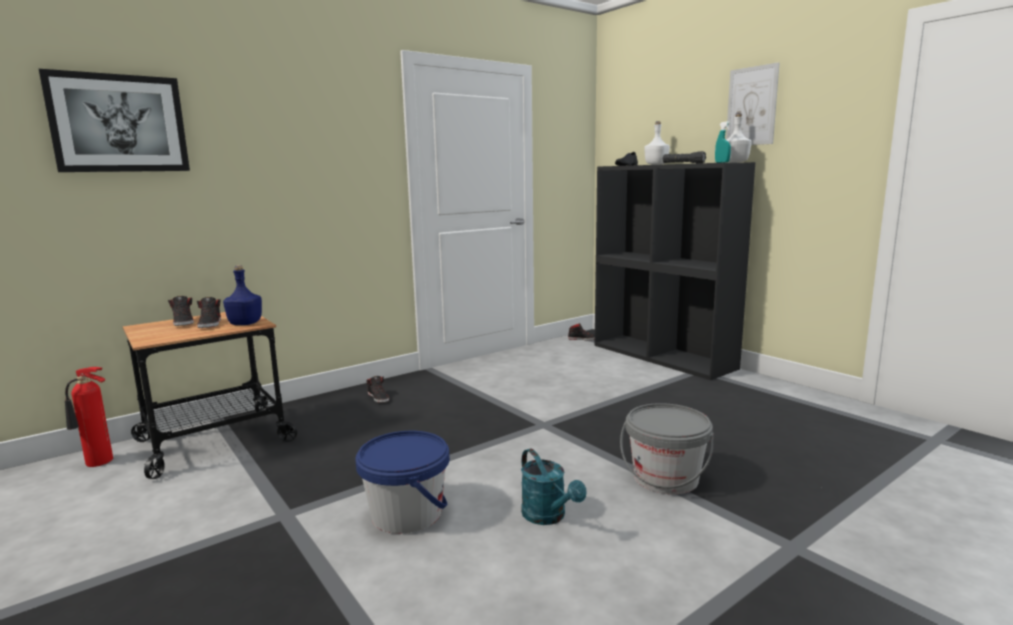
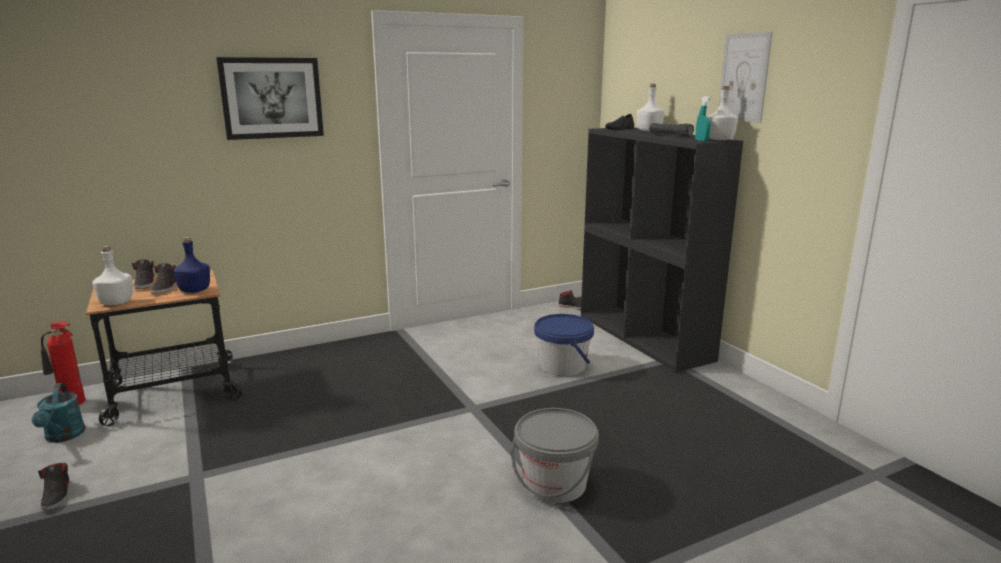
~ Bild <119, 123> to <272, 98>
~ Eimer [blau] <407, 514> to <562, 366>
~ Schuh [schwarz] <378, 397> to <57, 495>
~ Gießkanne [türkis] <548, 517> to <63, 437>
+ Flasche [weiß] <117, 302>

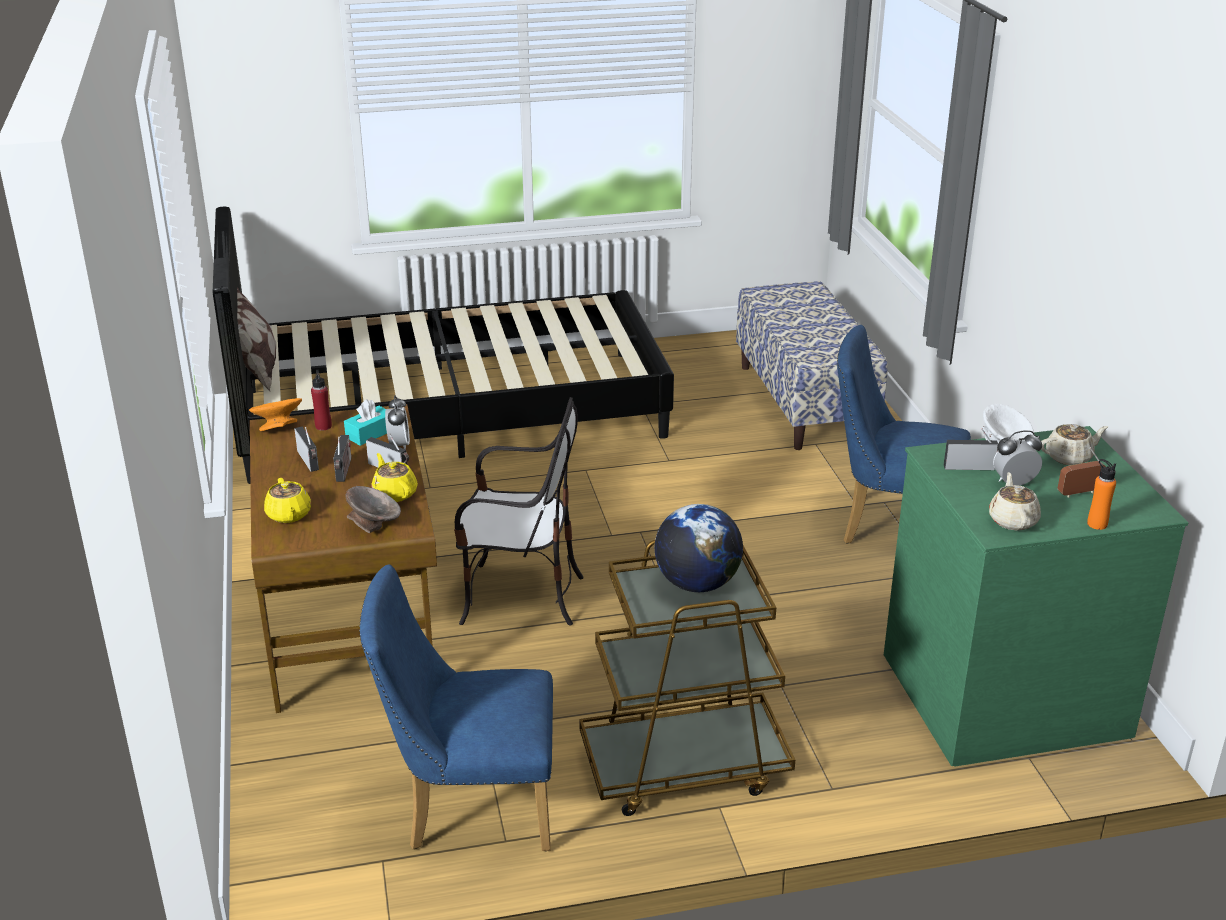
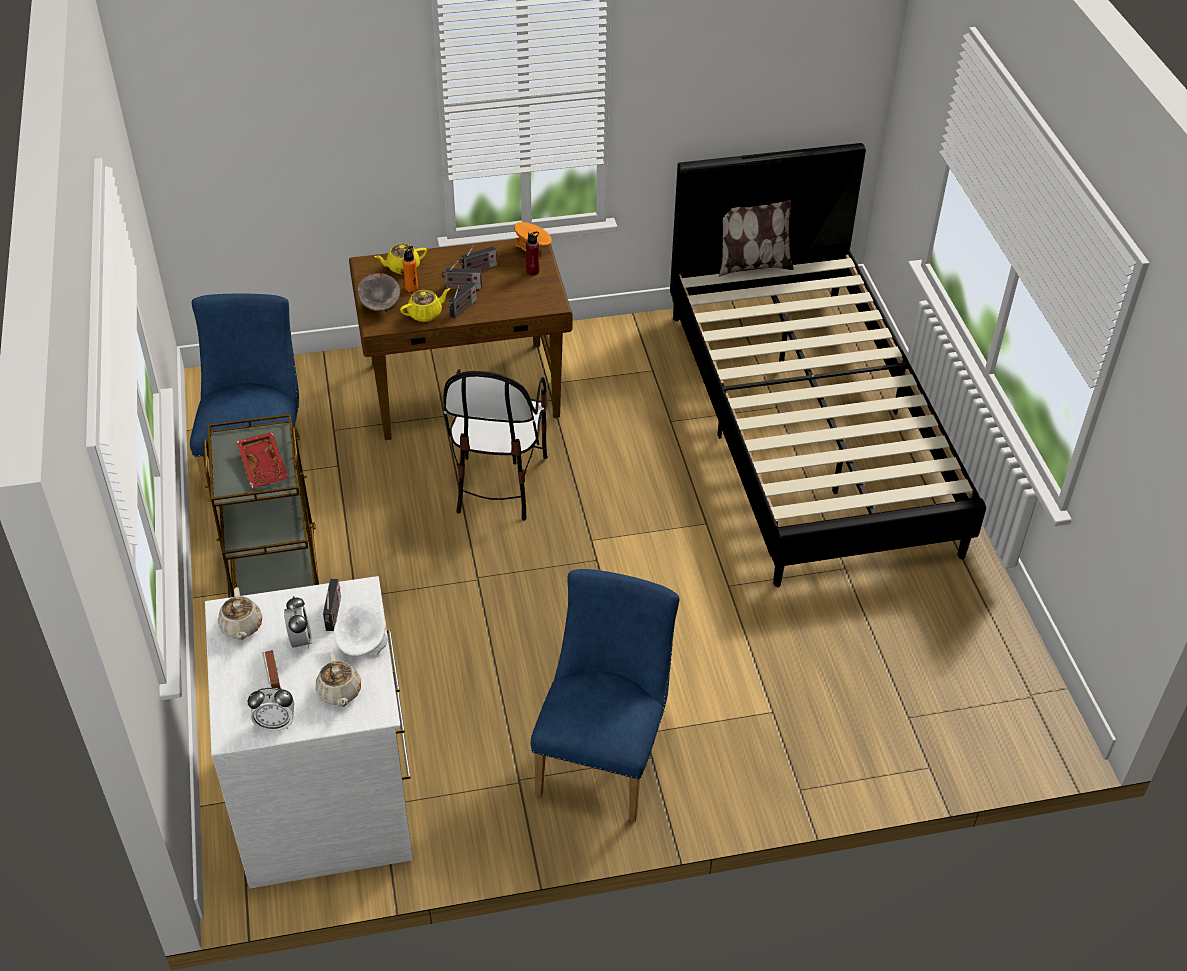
- Taschentuchbox [türkis] <370, 433>
~ Wecker <399, 445> to <275, 724>
~ Globus <697, 584> to Tablett [rot] <264, 466>
- Bank <804, 402>
~ Kommode [grün] <1002, 692> to Kommode [weiß] <328, 799>
~ Teekanne [beige] <1012, 520> = <241, 627> 75 degrees clockwise
~ Flasche [orange] <1097, 524> to <411, 288>

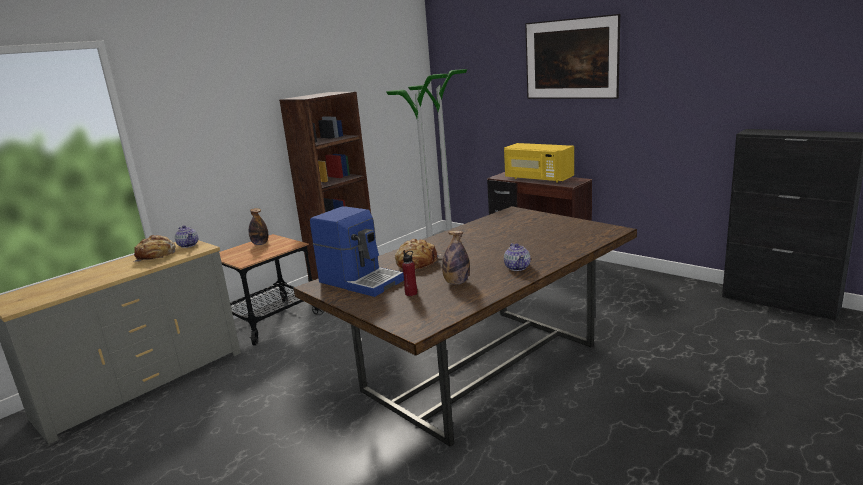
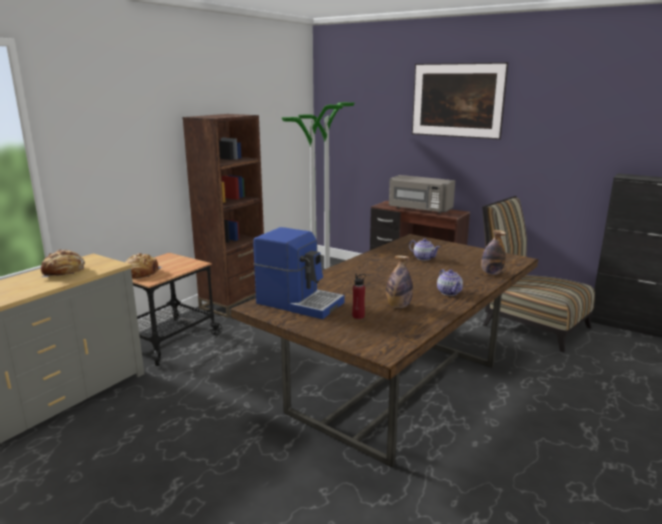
~ Teekanne <188, 245> to <423, 258>
~ Flasche <260, 244> to <491, 273>
~ Brot <416, 262> to <141, 273>
~ Mikrowelle [gelb] <537, 179> to Mikrowelle [grau] <419, 209>
+ Stuhl <529, 324>

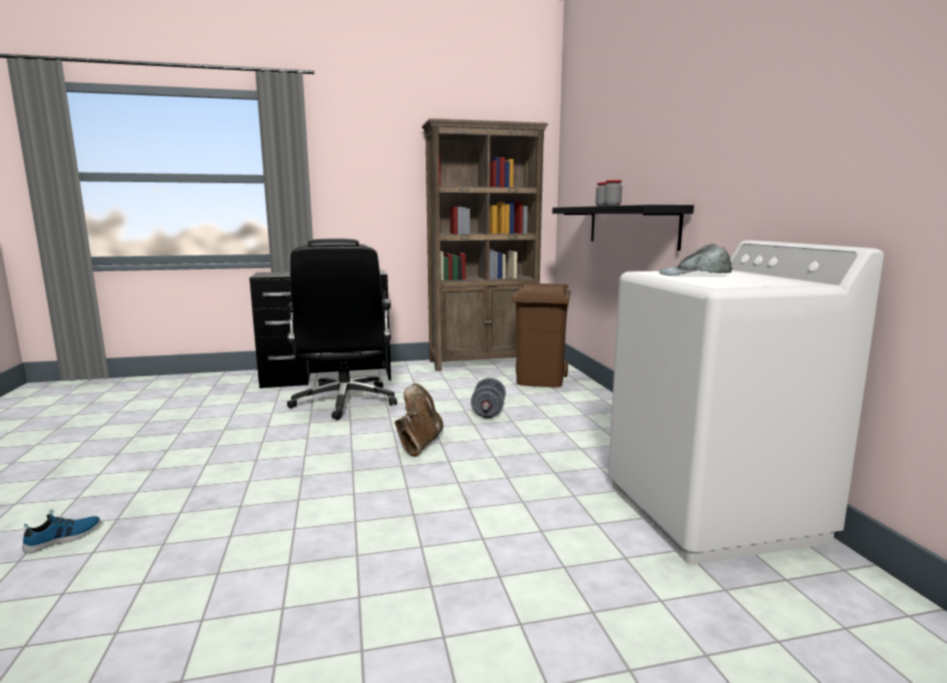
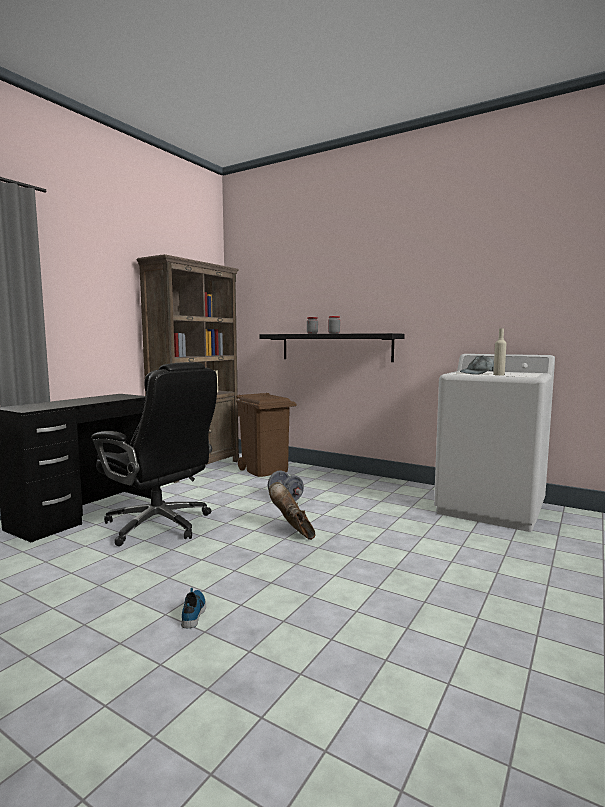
~ Schuh <63, 538> to <194, 612>
+ Flasche [beige] <498, 374>

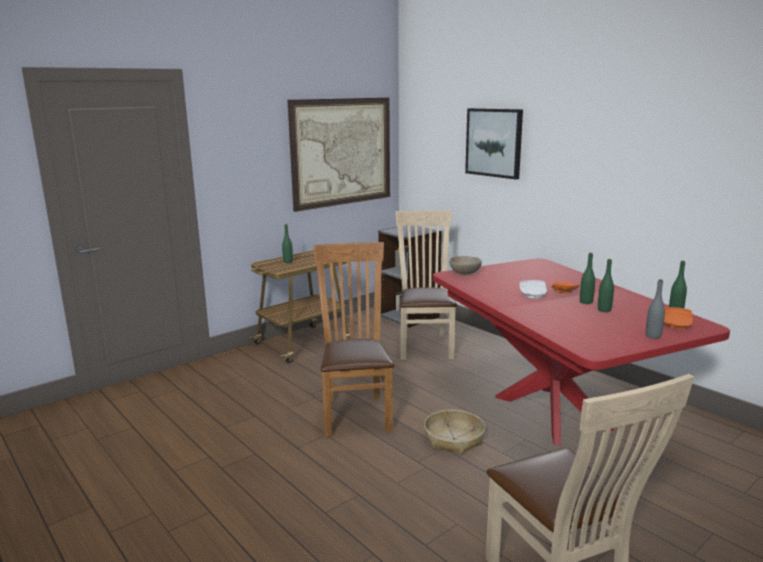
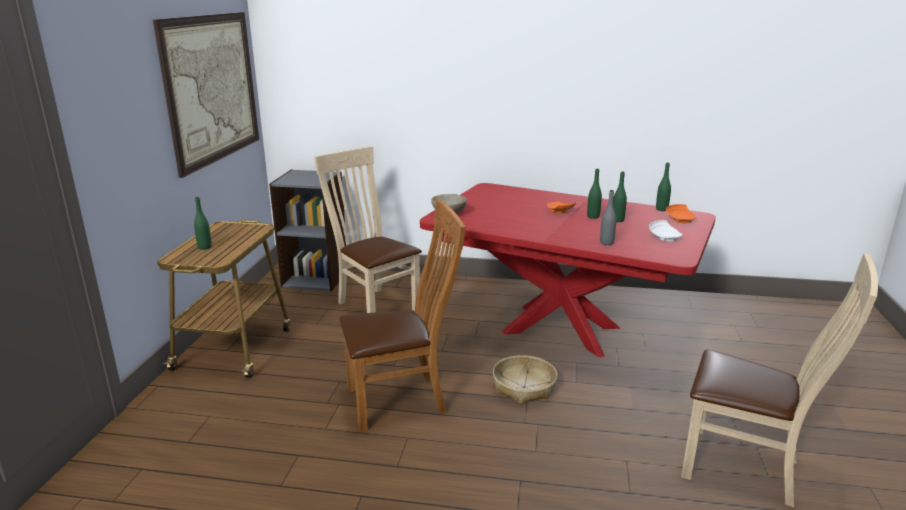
~ Stuhl [braun] <355, 411> = <402, 400> 120 degrees clockwise
- Bild <494, 142>
~ Teller [weiß] <533, 295> to <665, 237>
~ Flasche [grau] <653, 336> to <606, 243>

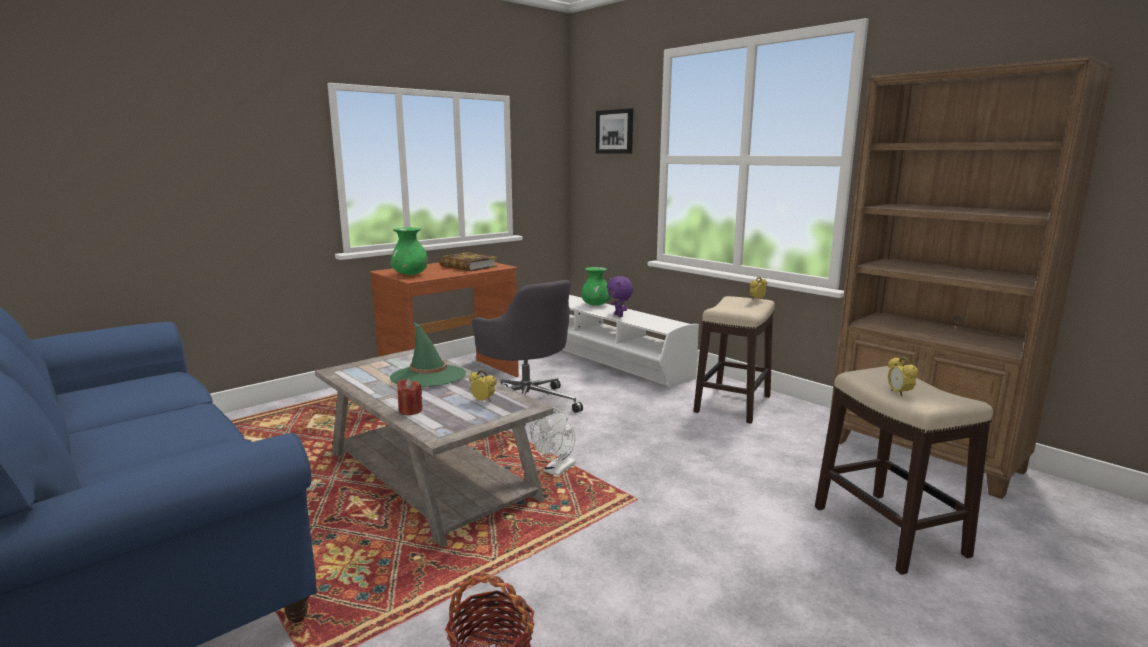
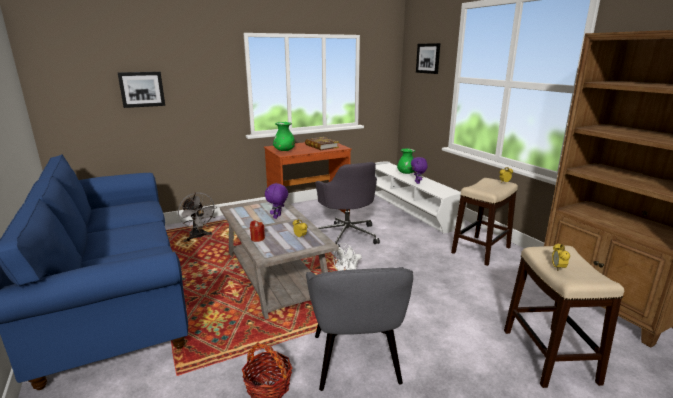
~ Hut [grün] <428, 376> to Plüschtier [lila] <277, 217>
+ Bild <142, 89>
+ Ventilator [grau] <199, 237>
+ Sessel [grau] <355, 360>

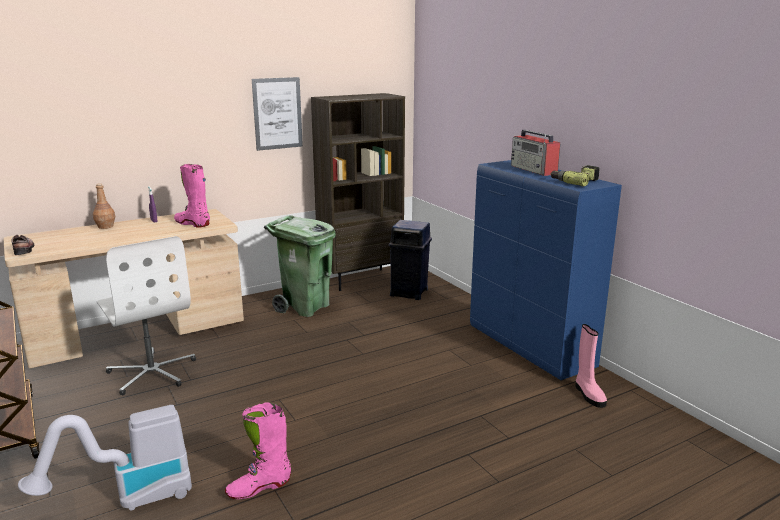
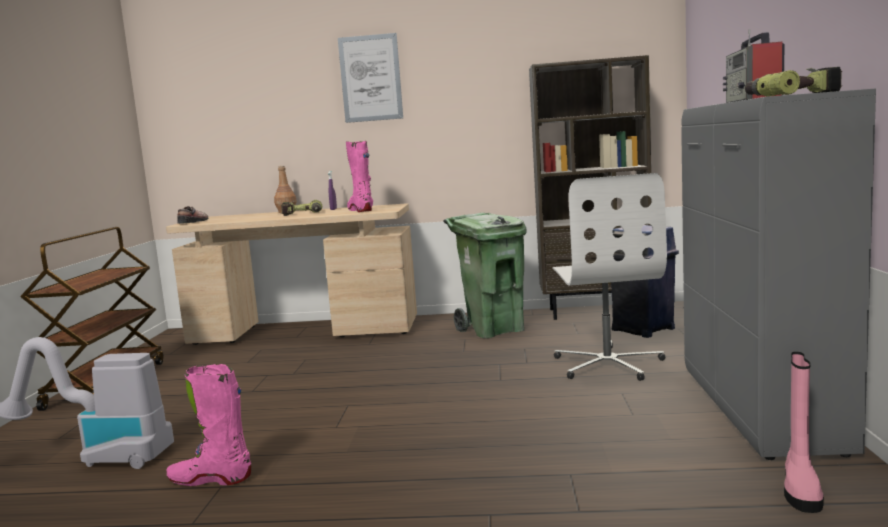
~ Bürostuhl [weiß] <152, 372> to <608, 364>
~ Bild <277, 113> to <370, 78>
~ Schrank [blau] <530, 348> to Schrank [grau] <761, 411>
+ Bohrmaschine <302, 214>

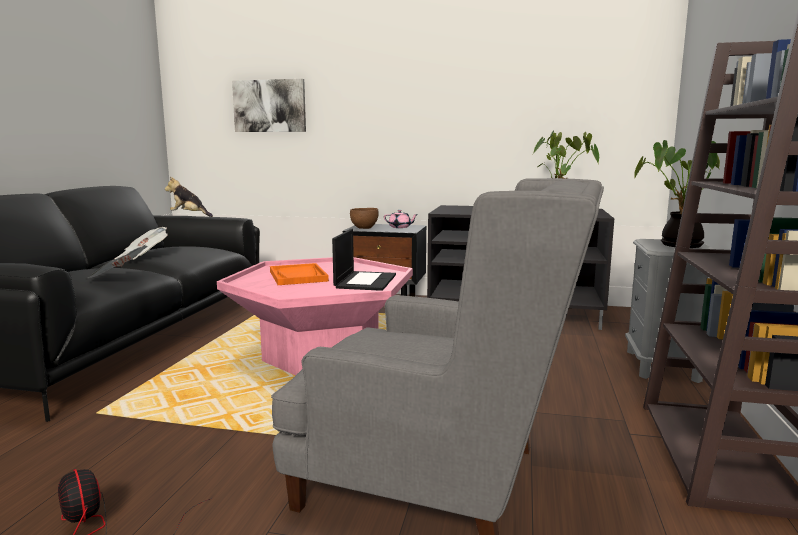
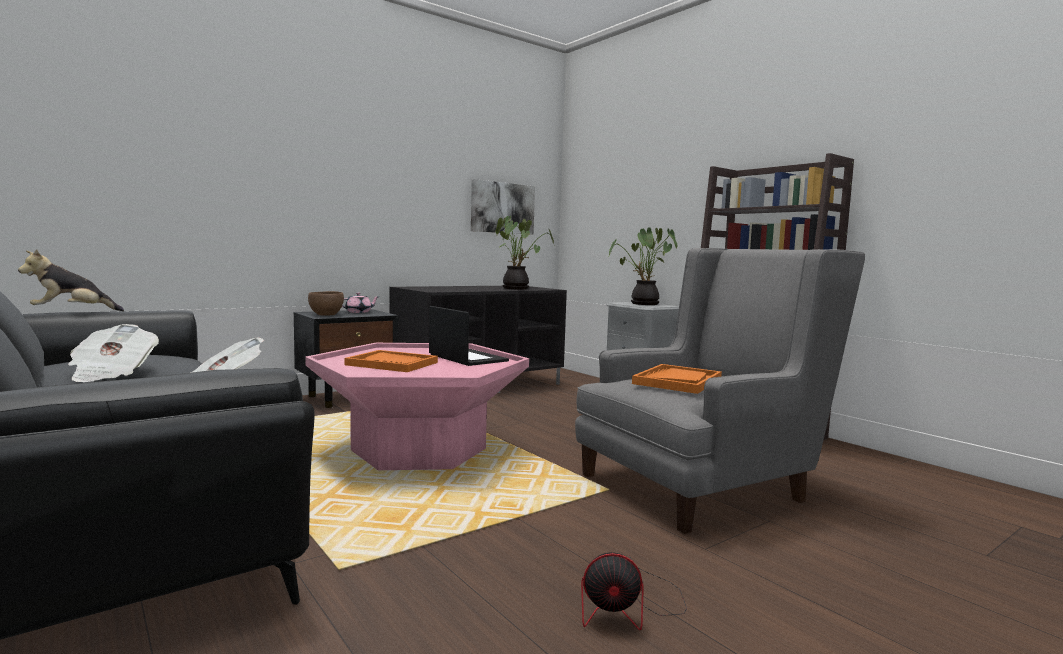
~ Bild <269, 106> to <502, 208>
+ Tablett [orange] <677, 381>

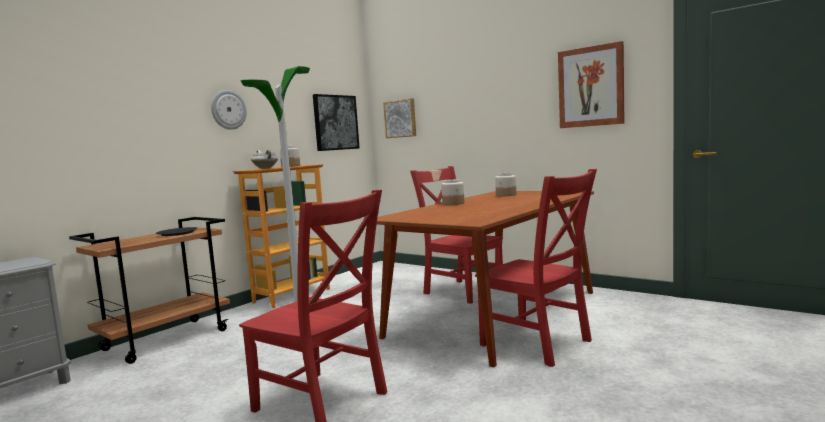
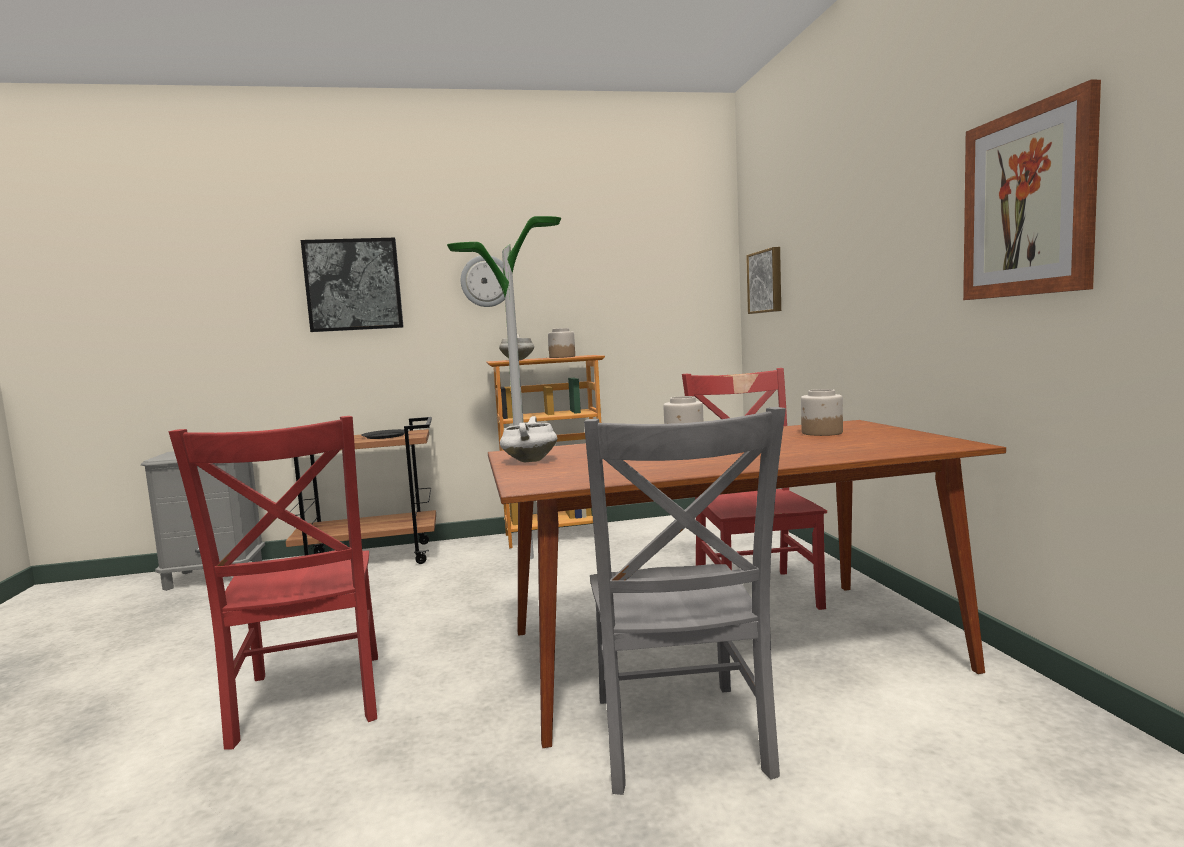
~ Bild <335, 122> to <353, 285>
~ Stuhl [rot] <539, 344> to Stuhl [grau] <679, 740>
+ Kochtopf [weiß] <529, 461>

